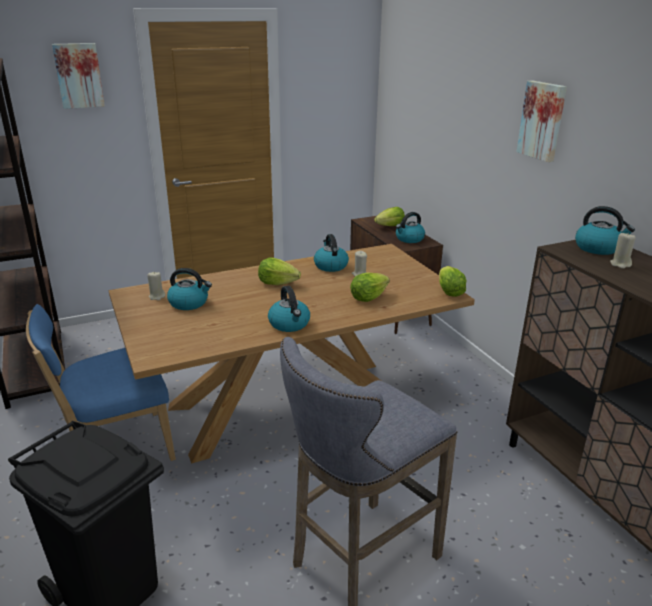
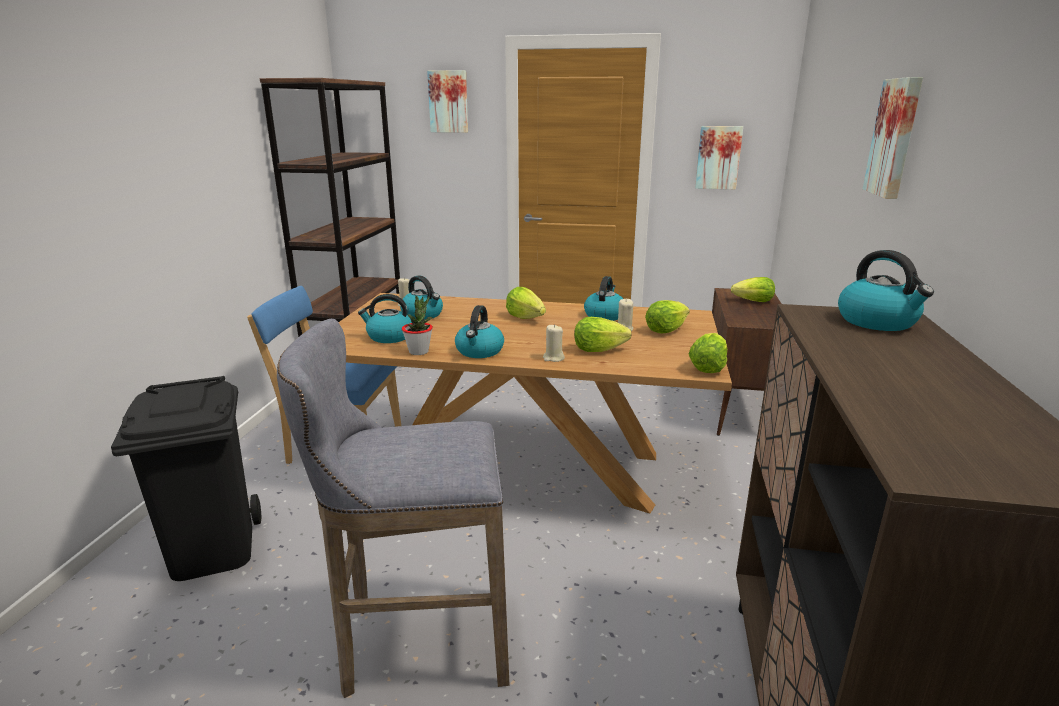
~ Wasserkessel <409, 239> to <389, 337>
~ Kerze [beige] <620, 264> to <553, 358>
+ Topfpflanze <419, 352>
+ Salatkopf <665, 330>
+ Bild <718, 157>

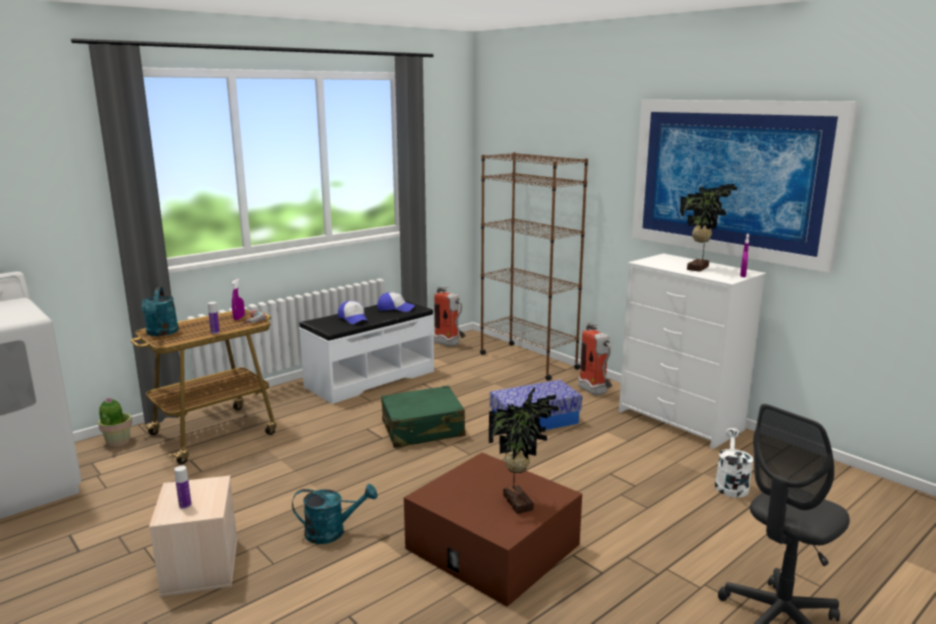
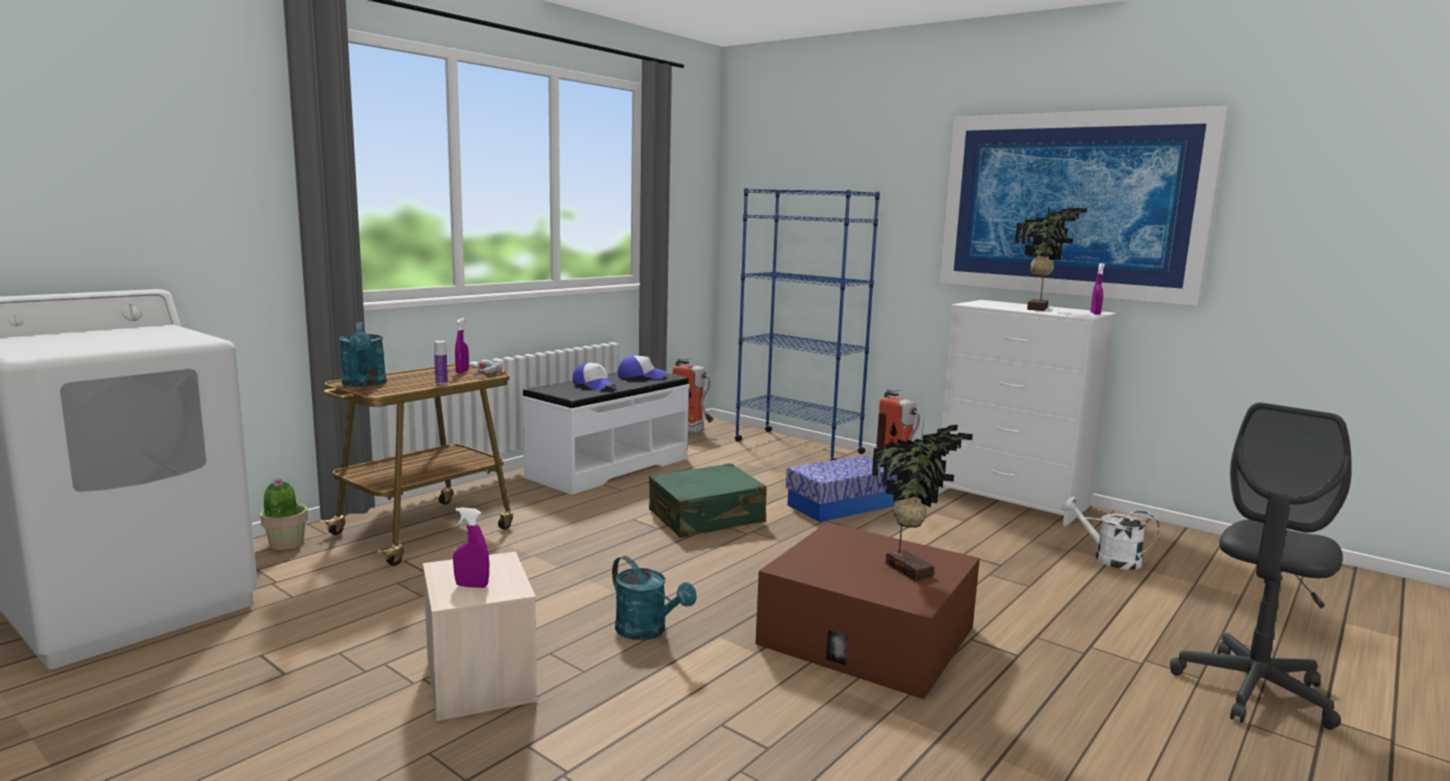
~ Flasche <185, 505> to Sprühflasche [lila] <471, 586>
~ Gießkanne [türkis] <332, 532> = <647, 631> 60 degrees clockwise
~ Bücherregal [braun] <528, 361> to Bücherregal [blau] <797, 446>
~ Gießkanne [weiß] <730, 484> = <1108, 559> 60 degrees counterclockwise

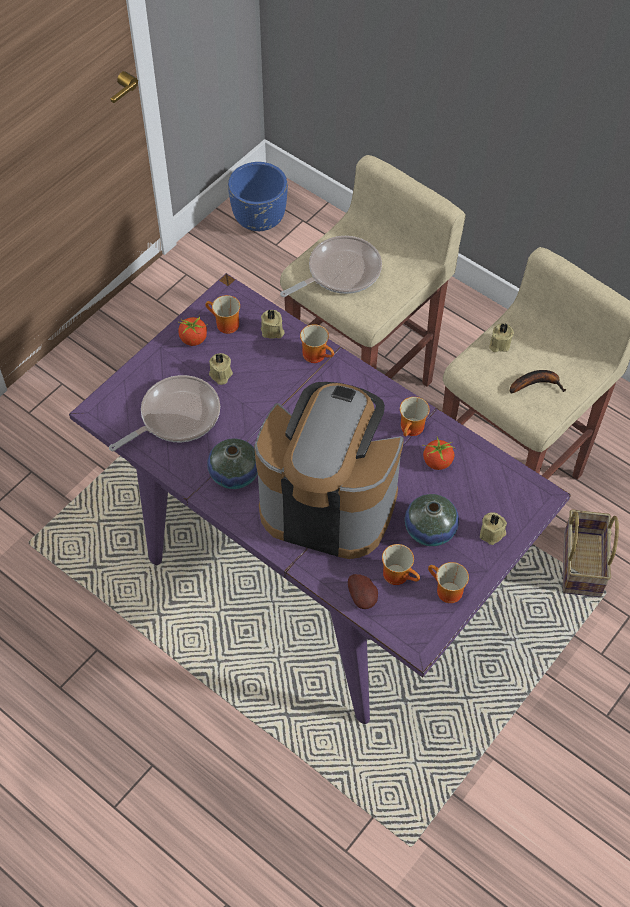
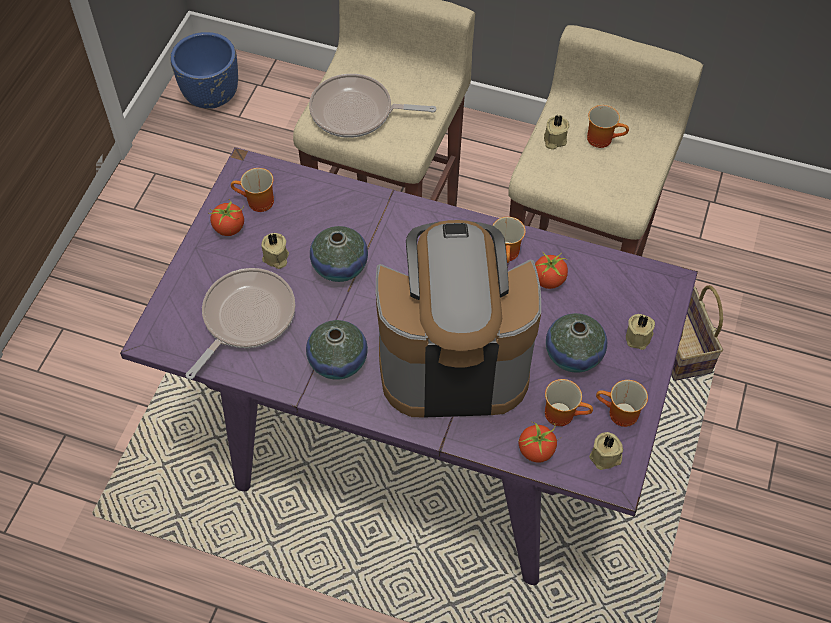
~ Kerze [beige] <272, 331> to <606, 457>
~ Pfanne <340, 272> = <357, 112> 120 degrees counterclockwise
~ Henkelbecher <317, 354> to <603, 138>
~ Kartoffel <363, 597> to Tomate <536, 450>
- Banane <537, 384>
+ Vase <340, 266>

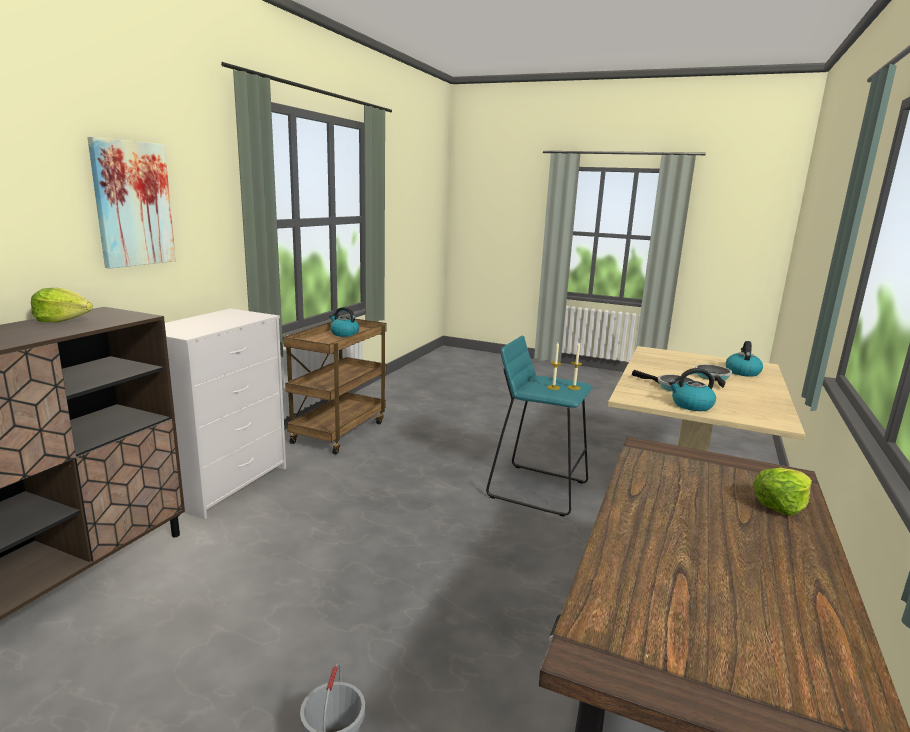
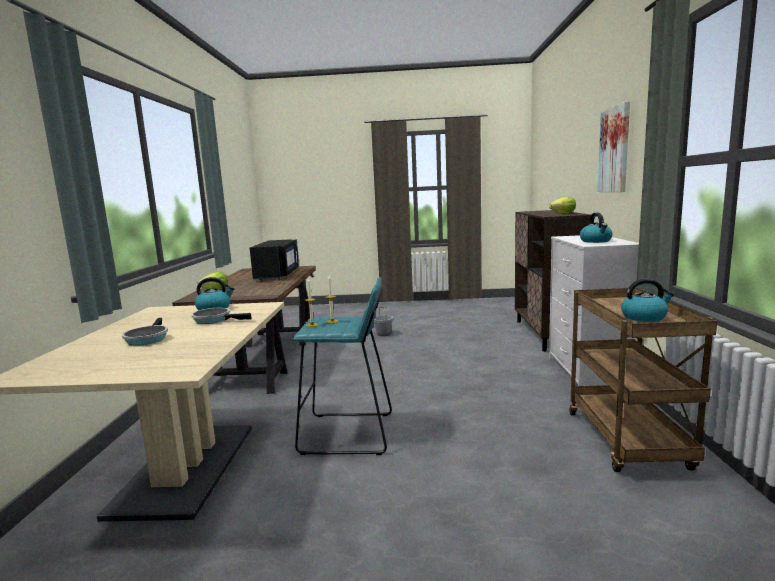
~ Wasserkessel <742, 372> to <596, 241>
+ Mikrowelle [schwarz] <278, 275>

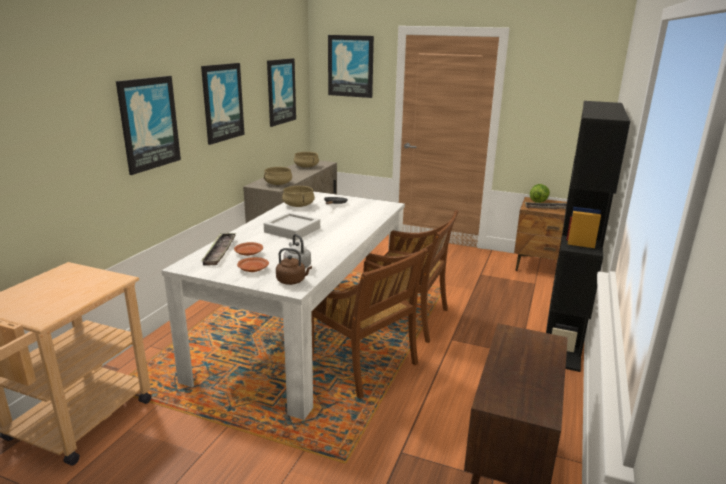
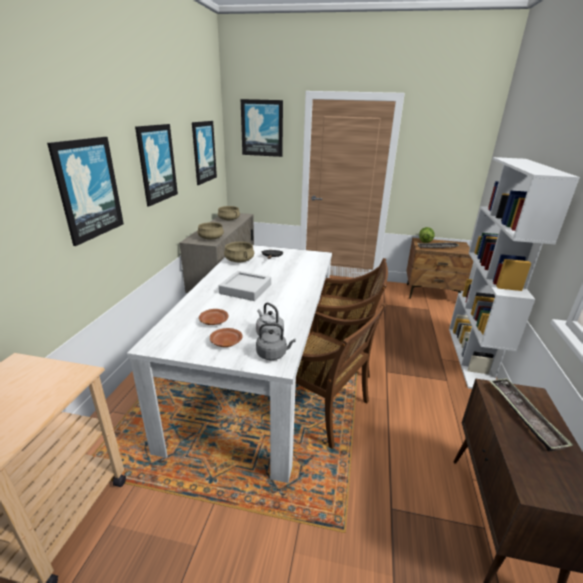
~ Tablett <220, 252> to <524, 415>
~ Wasserkessel [braun] <292, 281> to Wasserkessel [grau] <273, 354>
~ Bücherregal [schwarz] <564, 335> to Bücherregal [weiß] <472, 358>

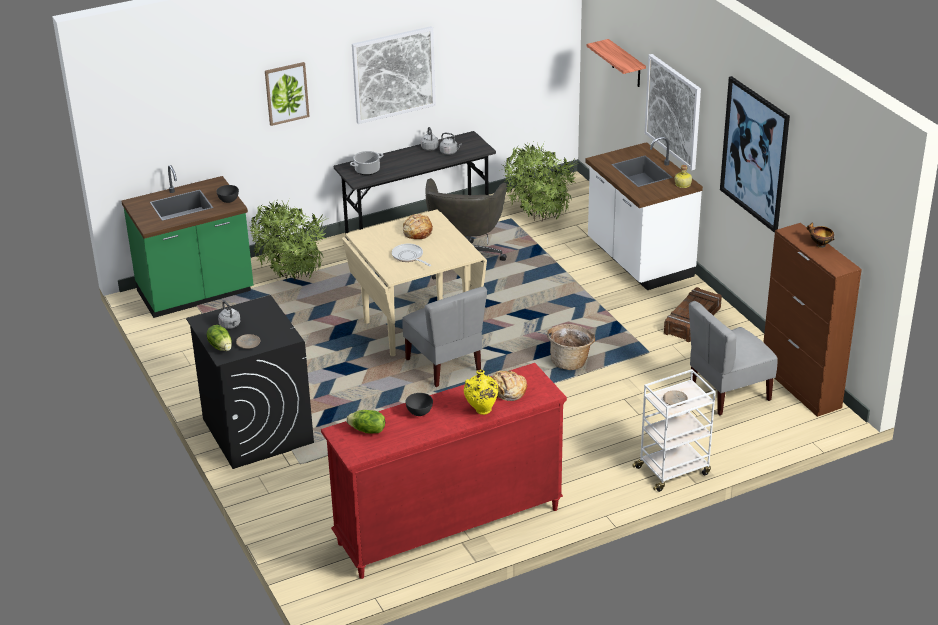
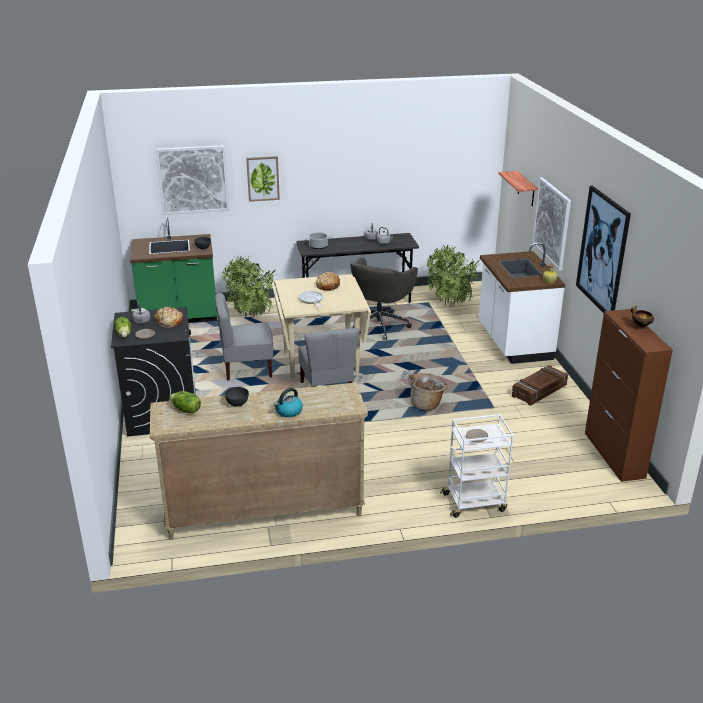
~ Kommode [rot] <447, 526> to Kommode [beige] <263, 511>
~ Bild <393, 74> to <193, 180>
~ Vase [gelb] <481, 411> to Wasserkessel <288, 411>
~ Brot <507, 391> to <169, 322>
~ Stuhl [grau] <728, 393> to <247, 369>

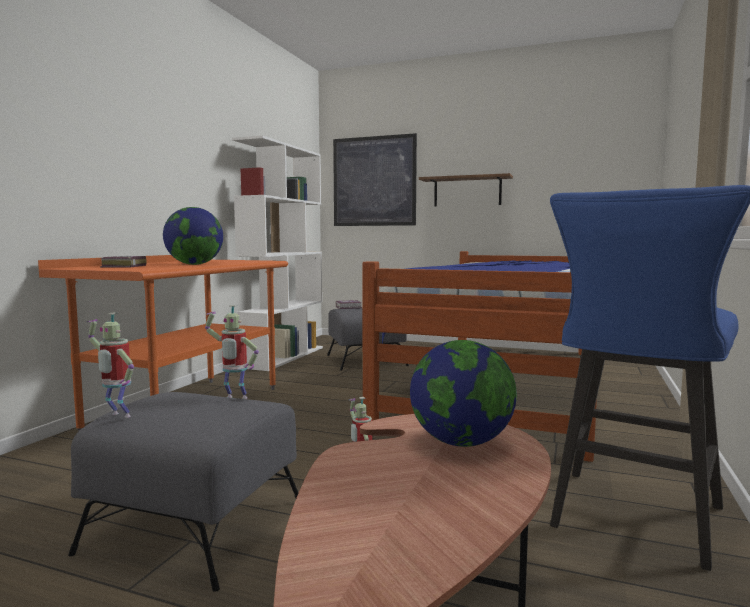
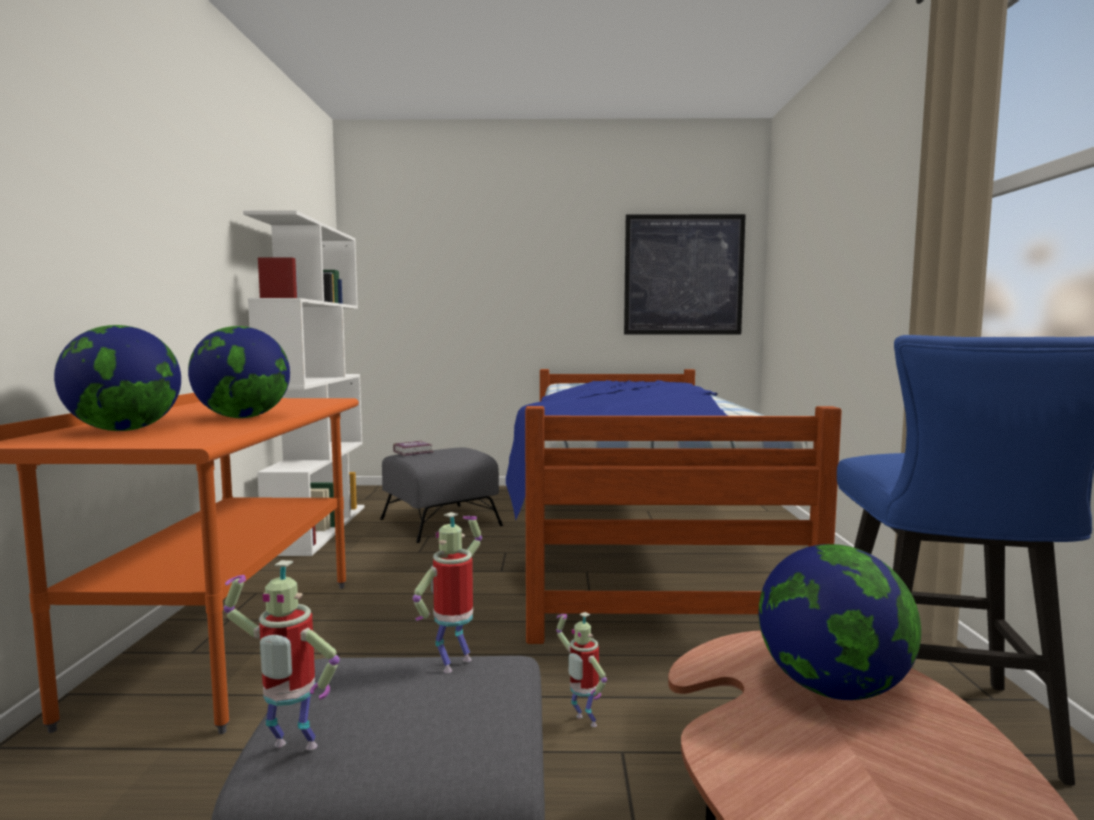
~ Buch <122, 266> to Globus <124, 430>
~ Spielzeugroboter <235, 398> = <454, 663> 135 degrees clockwise
~ Bild <374, 181> to <683, 275>
- Wandregal <467, 191>

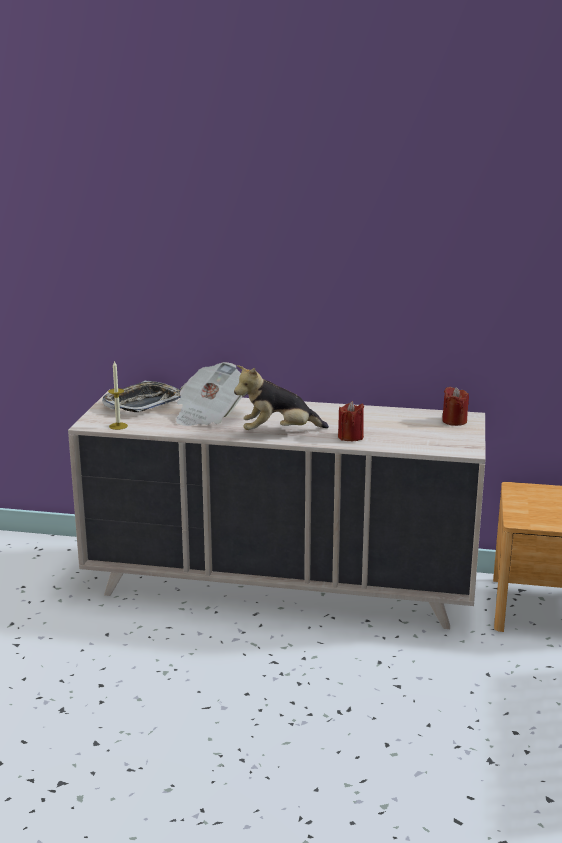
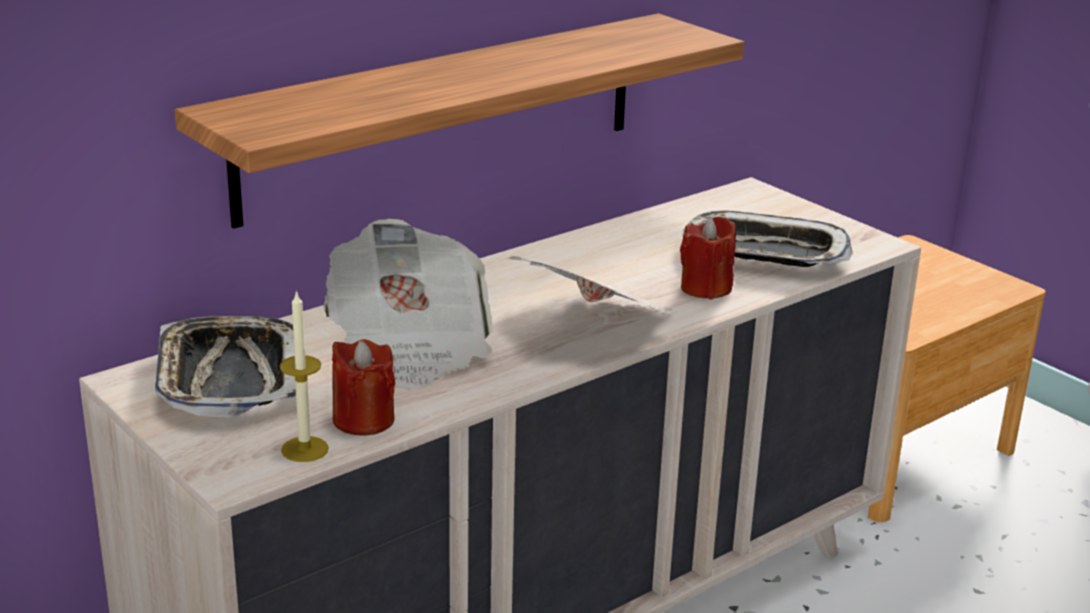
~ Plüschtier <278, 432> to Zeitung <596, 328>
~ Kerze [rot] <454, 421> to <363, 420>
+ Wandregal <443, 115>
+ Tablett <764, 252>

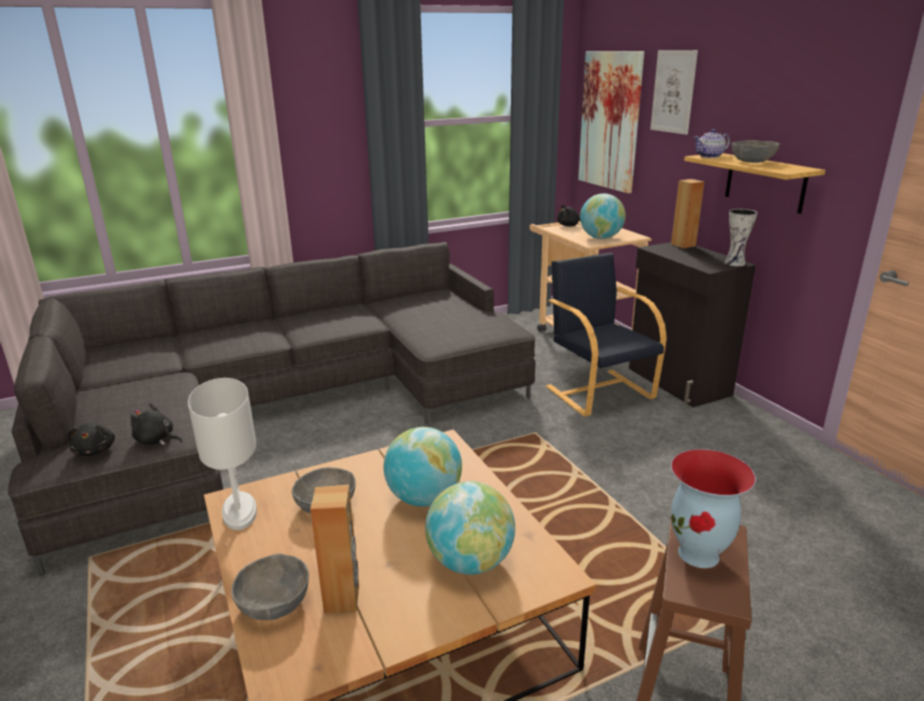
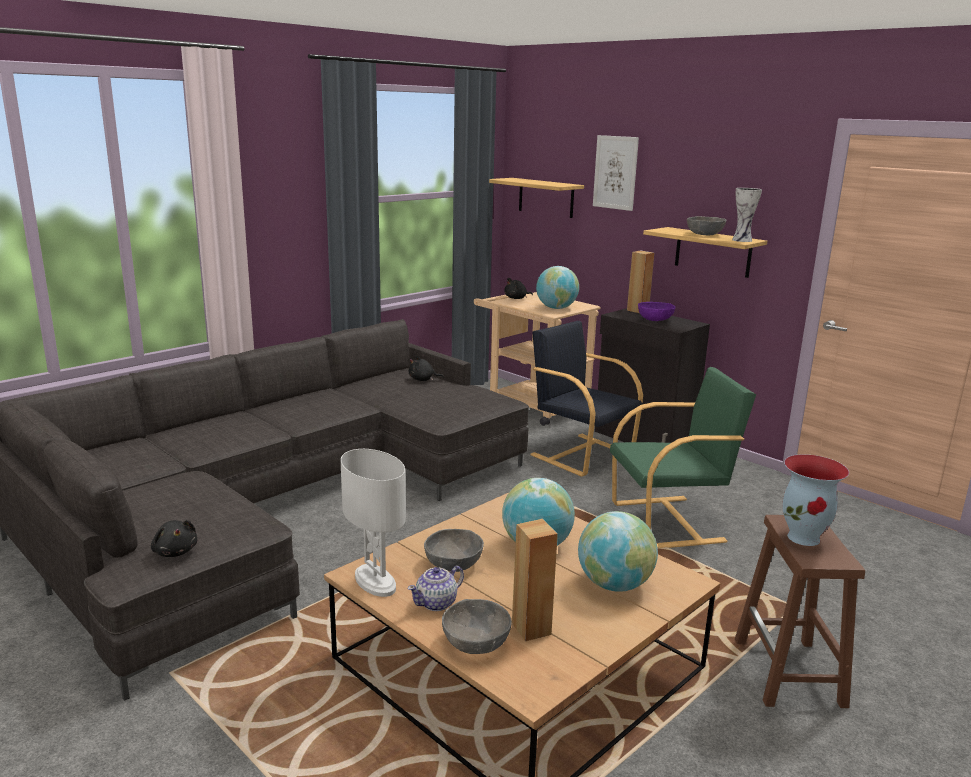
~ Plüschtier [schwarz] <156, 440> to <423, 380>
~ Bild <610, 121> to Wandregal <546, 197>
~ Teekanne <710, 156> to <437, 603>
~ Vase <736, 263> to <743, 240>
+ Sessel [grün] <669, 522>
+ Schüssel [lila] <655, 319>

